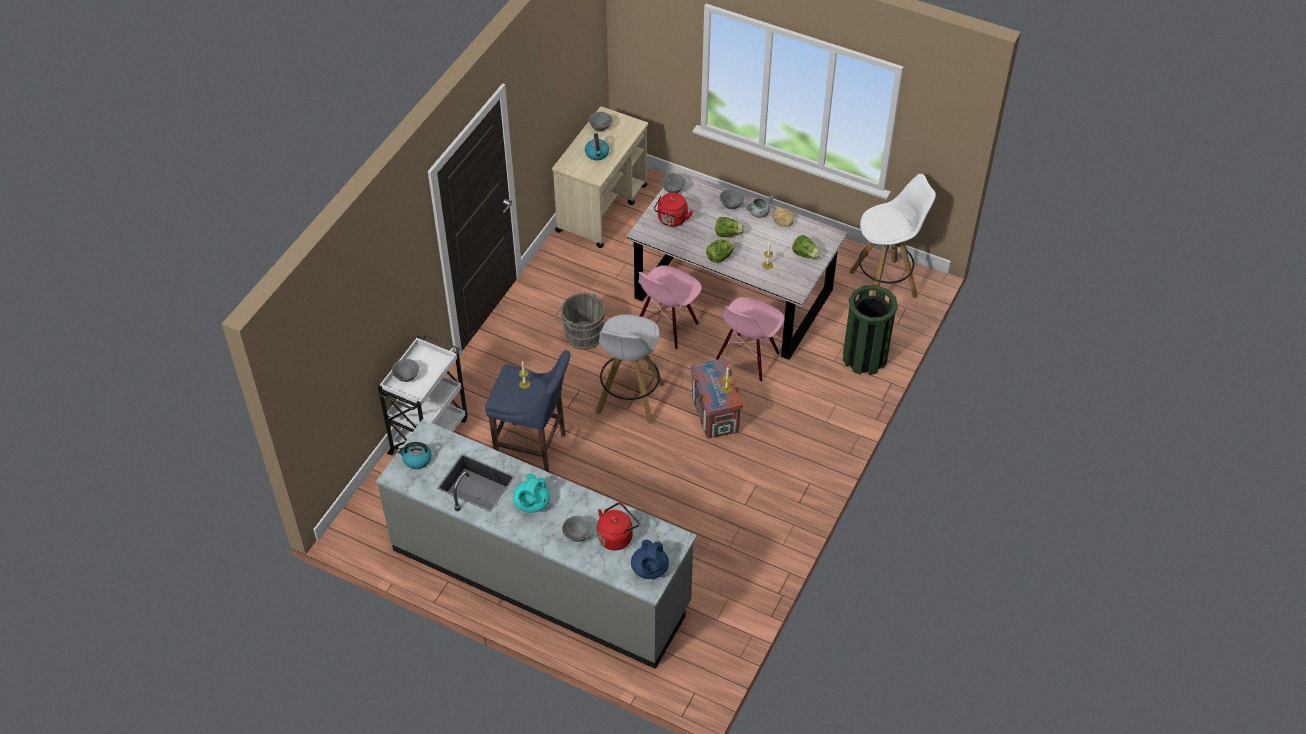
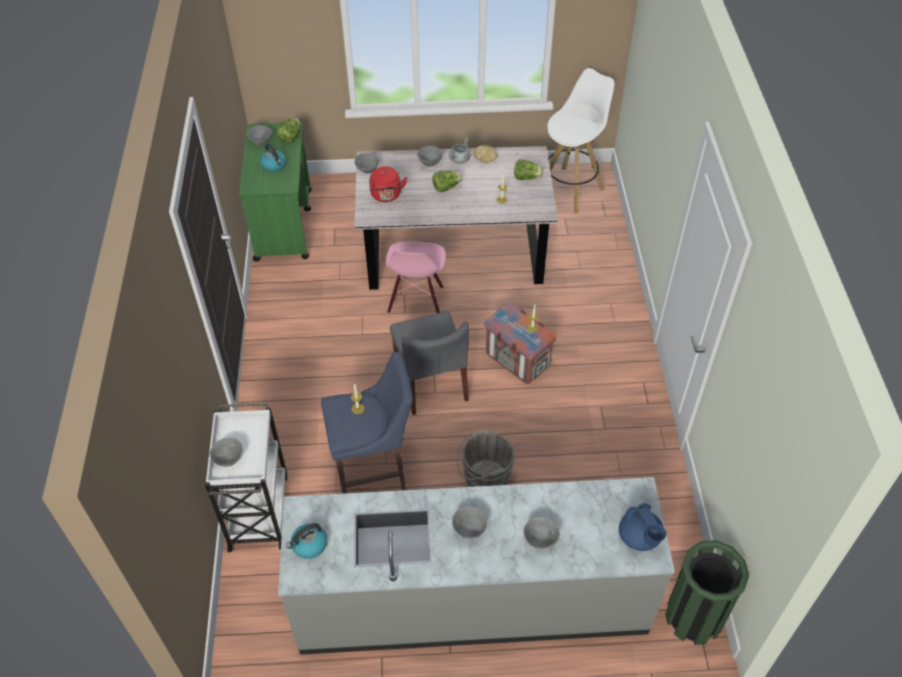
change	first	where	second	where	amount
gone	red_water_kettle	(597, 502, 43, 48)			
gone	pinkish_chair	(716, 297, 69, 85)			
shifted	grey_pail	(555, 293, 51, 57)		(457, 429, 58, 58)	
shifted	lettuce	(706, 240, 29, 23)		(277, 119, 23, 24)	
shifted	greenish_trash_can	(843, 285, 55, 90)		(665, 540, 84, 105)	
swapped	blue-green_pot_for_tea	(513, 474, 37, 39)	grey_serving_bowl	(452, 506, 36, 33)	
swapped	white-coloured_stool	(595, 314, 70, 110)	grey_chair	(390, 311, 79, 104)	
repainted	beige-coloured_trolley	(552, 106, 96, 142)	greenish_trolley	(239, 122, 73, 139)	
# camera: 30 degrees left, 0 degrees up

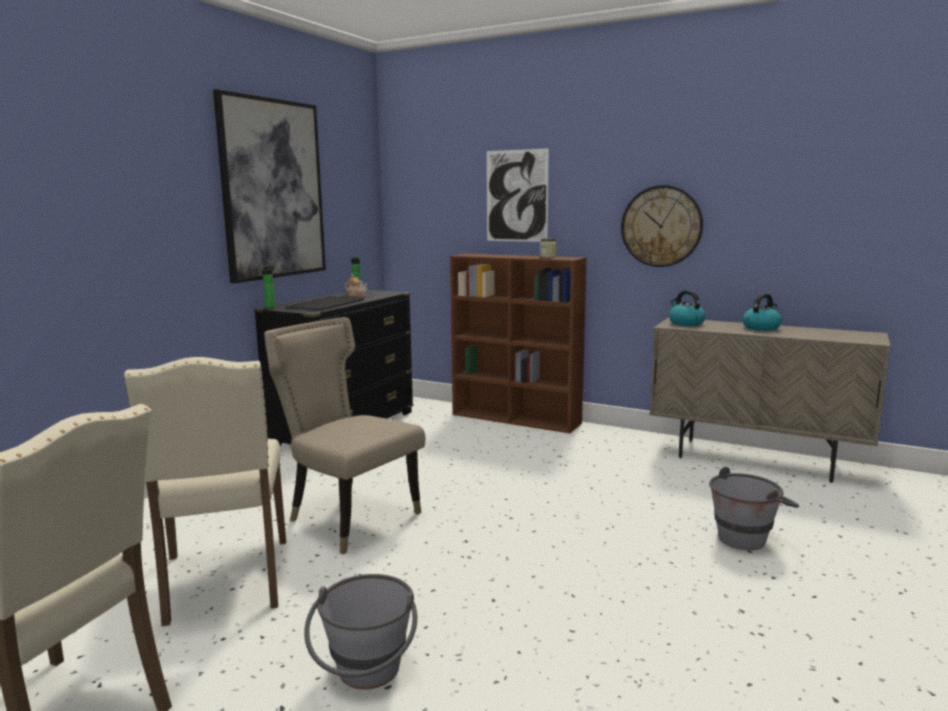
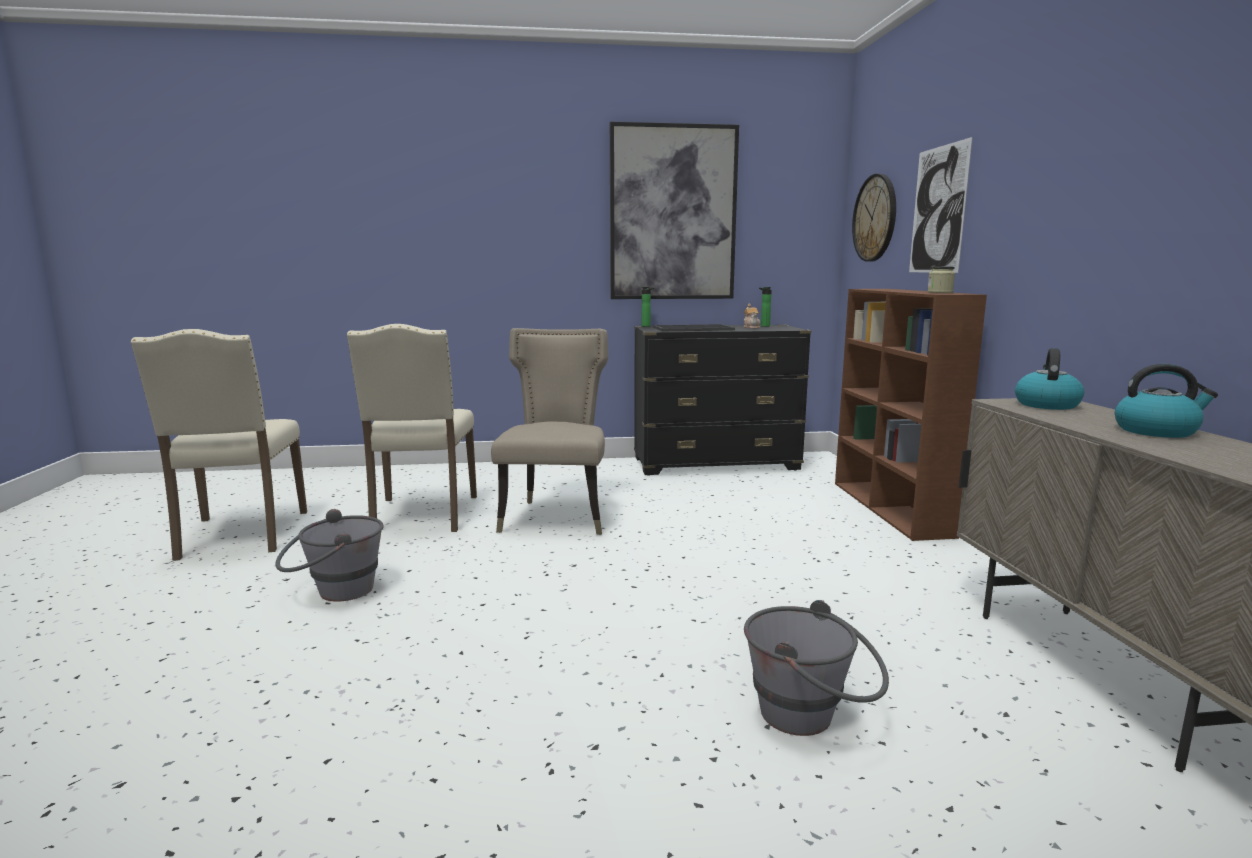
change	first	where	second	where	amount
shifted	clock_on_the_wall	(621, 185, 82, 82)		(852, 174, 44, 88)	
rotated	beige-coloured_chair	(124, 357, 162, 269)		(347, 324, 130, 208)	45 degrees counterclockwise
# camera: 55 degrees right, 0 degrees up

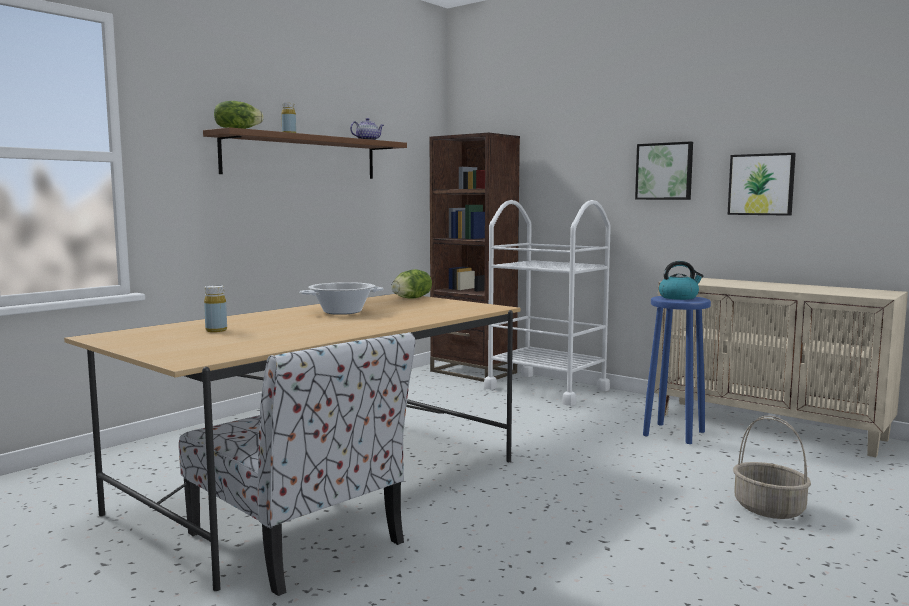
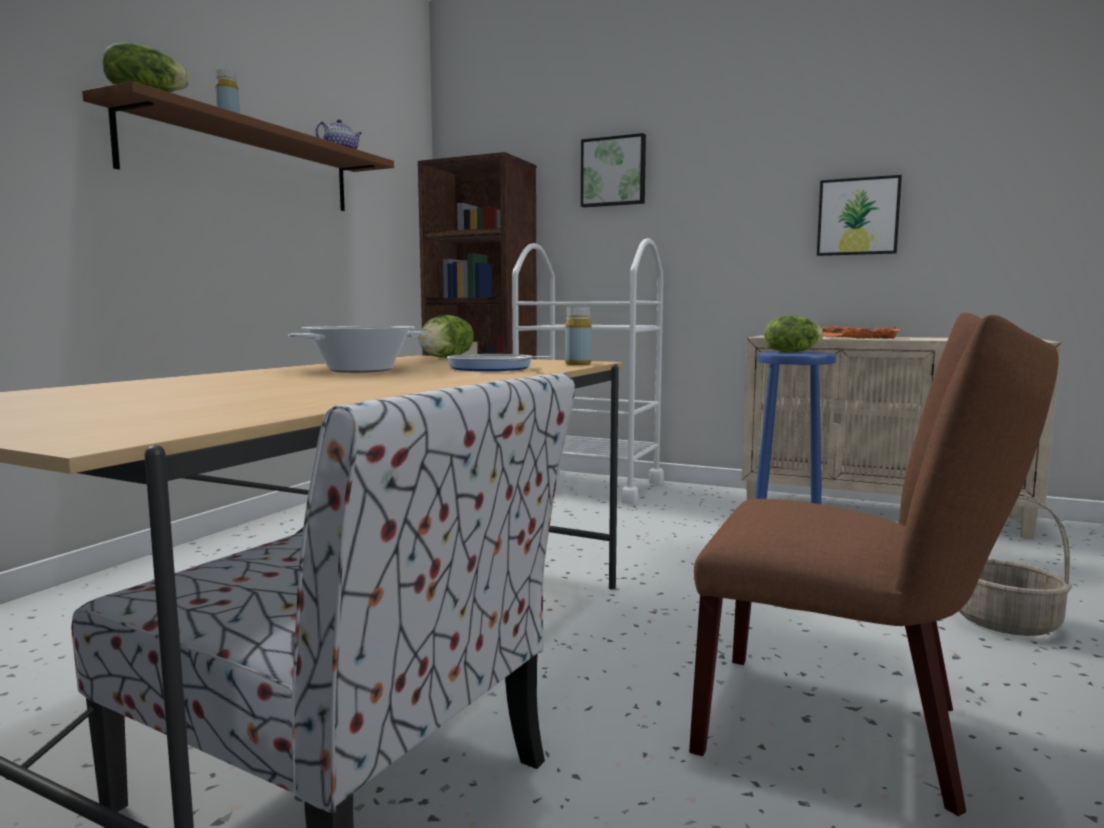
change	first	where	second	where	amount
new			frying_pan	(447, 354, 106, 17)	
new			brown_chair	(689, 313, 370, 503)	
new			orange-coloured_serving_tray	(821, 326, 80, 13)	
shifted	yellow-coloured_beverage_bottle	(204, 285, 23, 47)		(565, 307, 27, 58)	
shifted	picture	(635, 141, 58, 59)		(581, 133, 65, 74)	
swapped	water_kettle	(659, 261, 45, 39)	lettuce	(764, 315, 59, 38)	
# camera: 15 degrees left, 0 degrees up

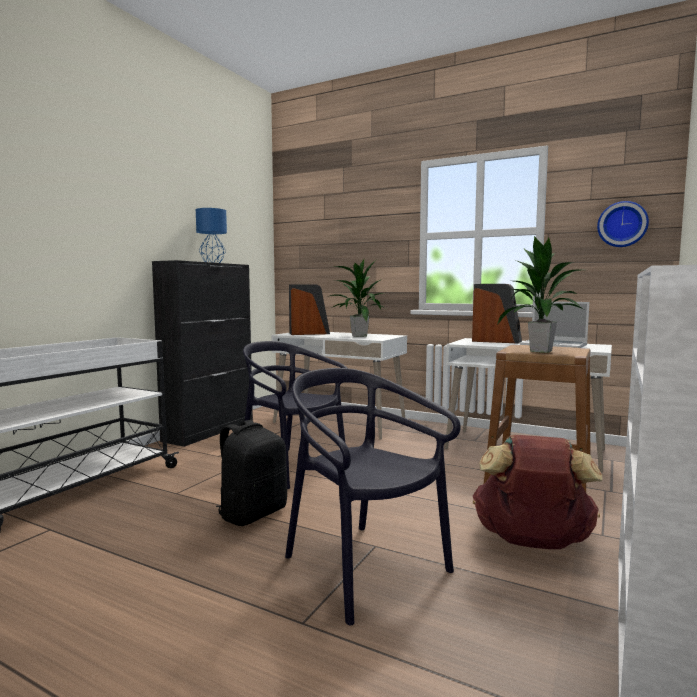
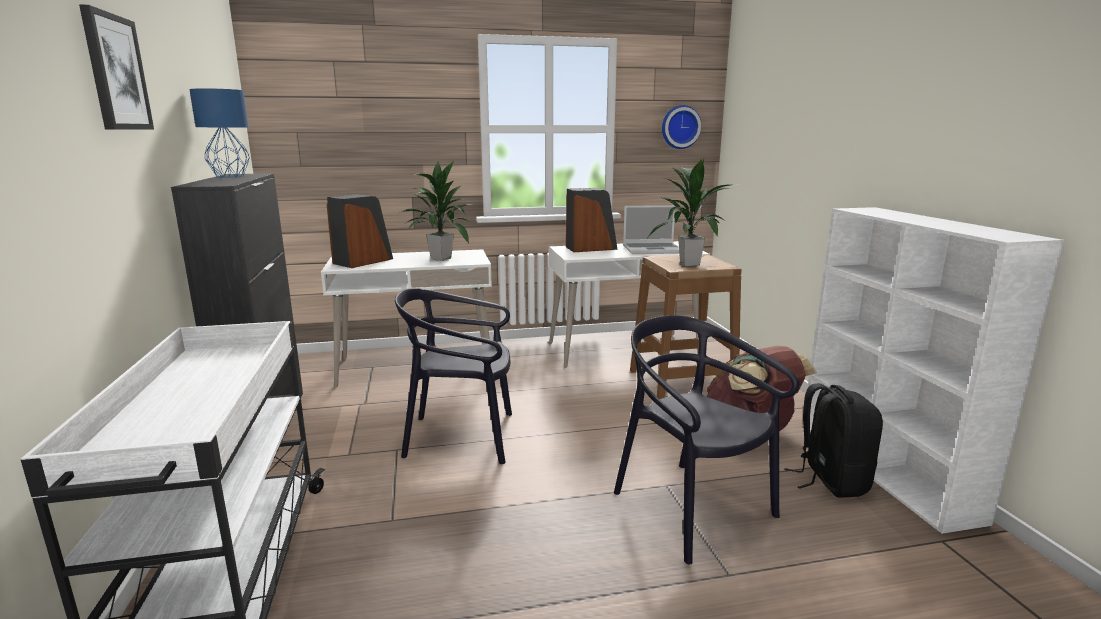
change	first	where	second	where	amount
new			picture	(79, 4, 75, 126)	
shifted	blackish_knapsack	(216, 420, 71, 106)		(784, 383, 99, 115)	
rotated	blackish_chair	(285, 368, 176, 257)		(614, 315, 185, 249)	45 degrees clockwise
# camera: 40 degrees left, 10 degrees up

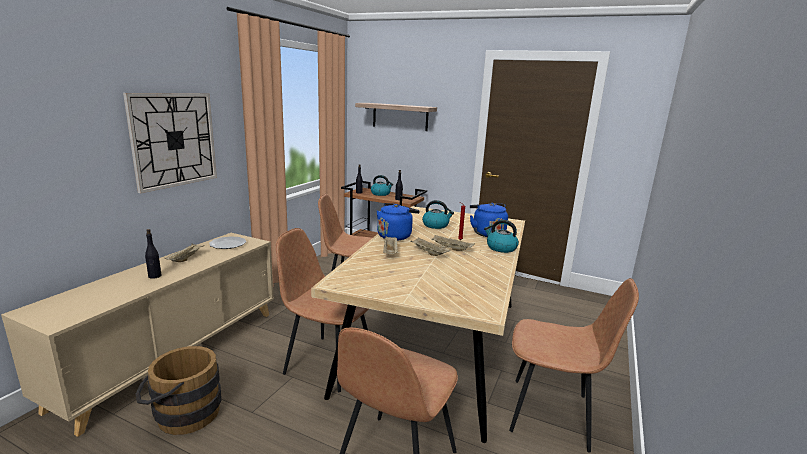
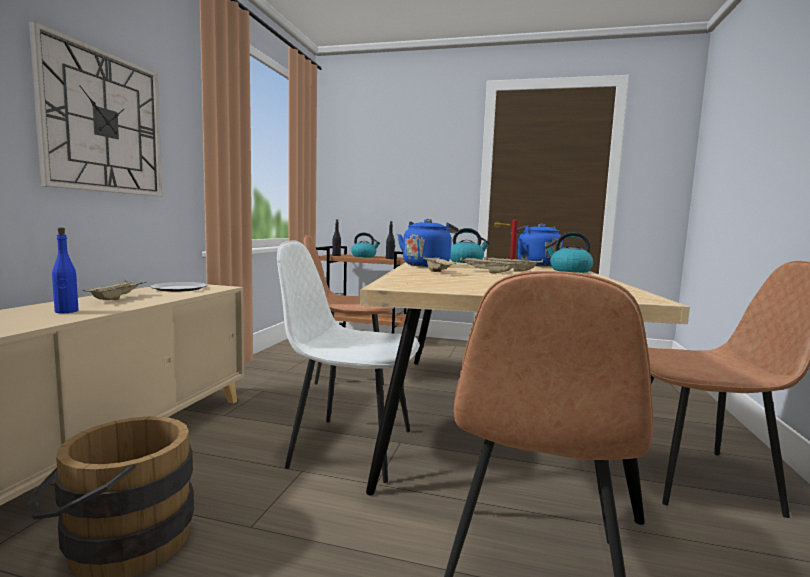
change	first	where	second	where	amount
gone	shelf	(355, 103, 82, 28)			
repainted	blackish_beverage_bottle	(145, 229, 16, 50)	blue_beverage_bottle	(52, 227, 27, 86)	
repainted	brown_chair	(276, 228, 92, 164)	white-coloured_chair	(277, 240, 143, 243)	
# camera: 10 degrees left, 10 degrees down

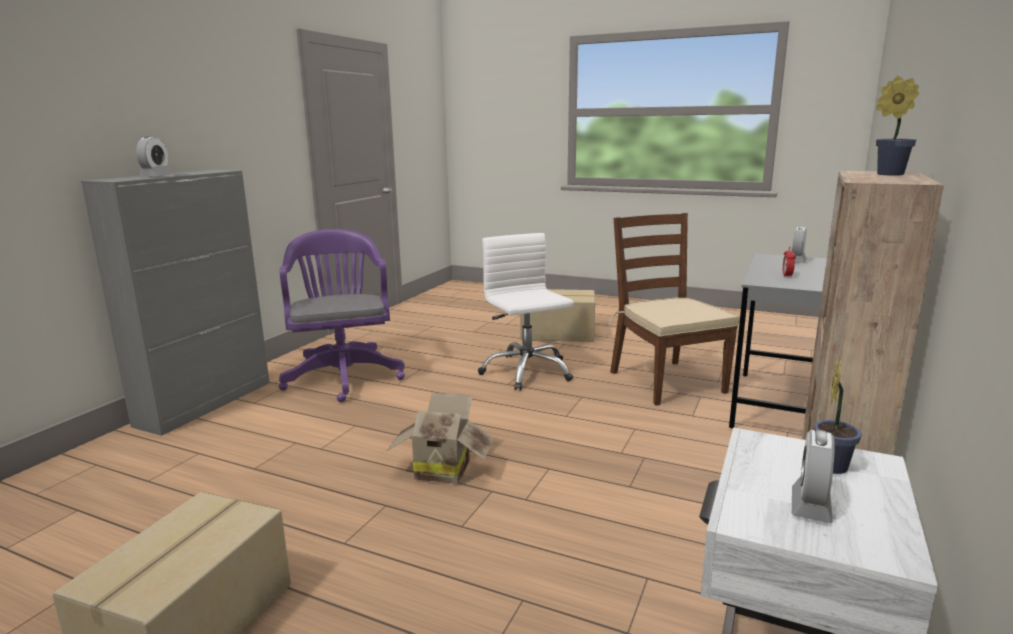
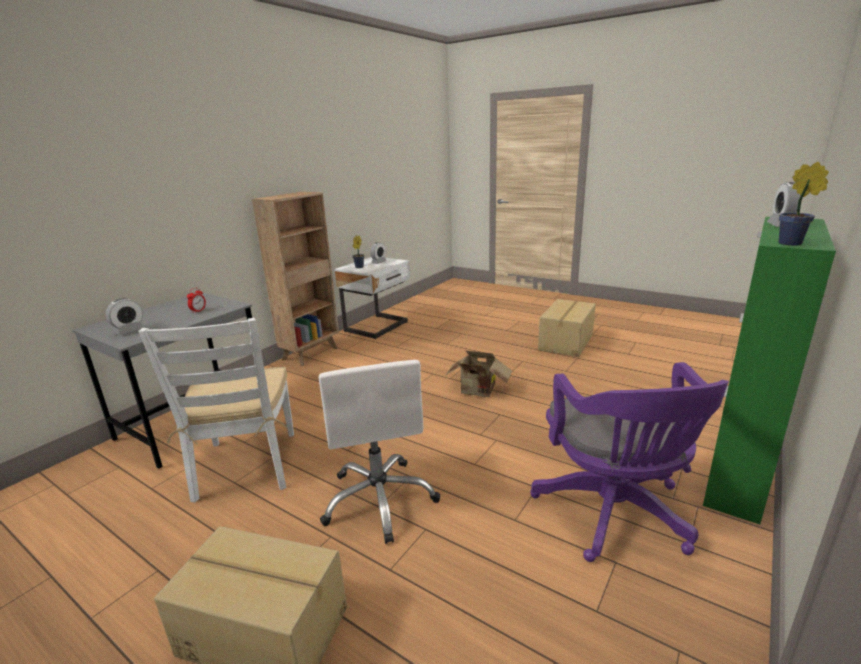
change	first	where	second	where	amount
shifted	houseplant	(876, 76, 43, 100)		(778, 162, 51, 84)	
repainted	grey_cabinet	(81, 170, 189, 266)	greenish_cabinet	(703, 217, 133, 307)	
repainted	brown_chair	(609, 213, 131, 193)	white-coloured_chair	(138, 318, 156, 184)	
# camera: 170 degrees left, 5 degrees up

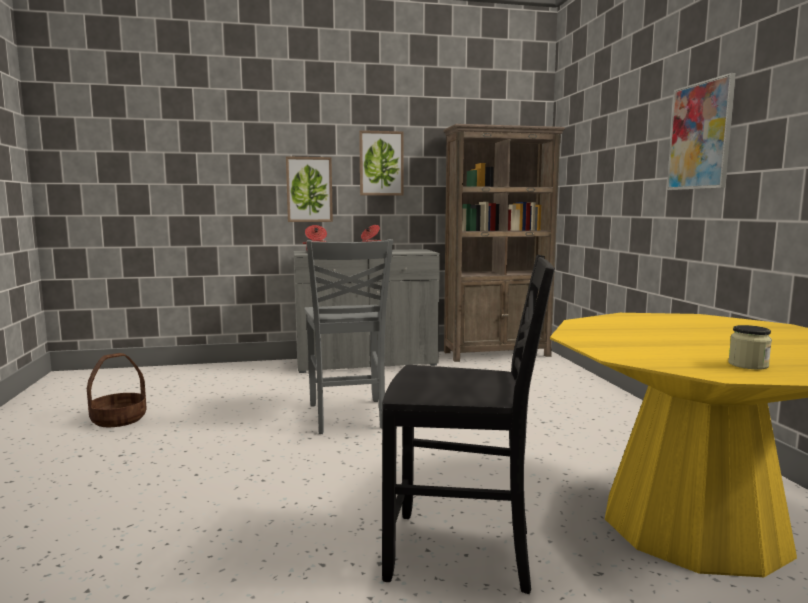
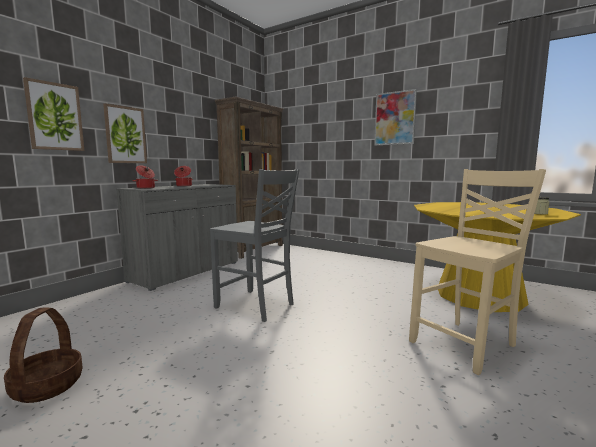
change	first	where	second	where	amount
shifted	picture	(359, 130, 45, 66)		(23, 77, 61, 74)	
repainted	blackish_chair	(382, 255, 173, 339)	beige-coloured_chair	(409, 169, 137, 206)	
# camera: 45 degrees left, 0 degrees up

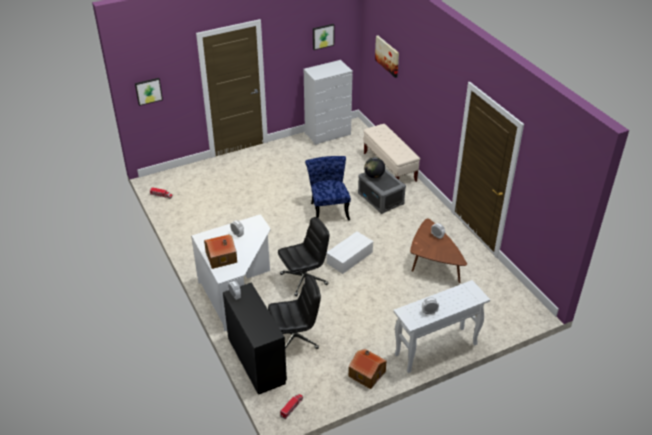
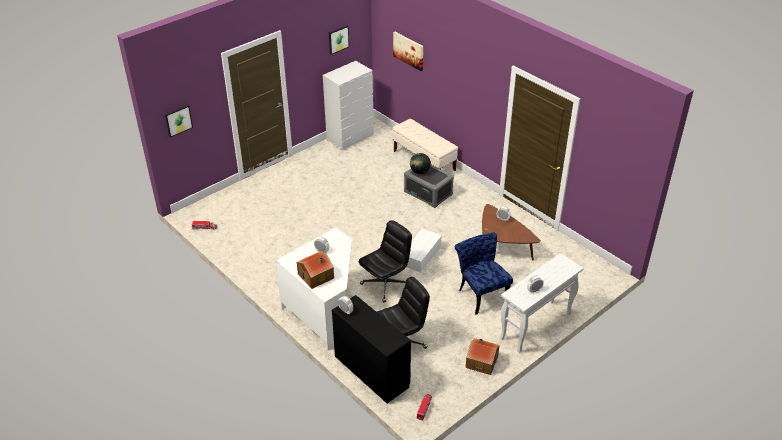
change	first	where	second	where	amount
shifted	blue_chair	(305, 156, 46, 64)		(455, 232, 58, 83)	
# camera: 15 degrees left, 0 degrees up

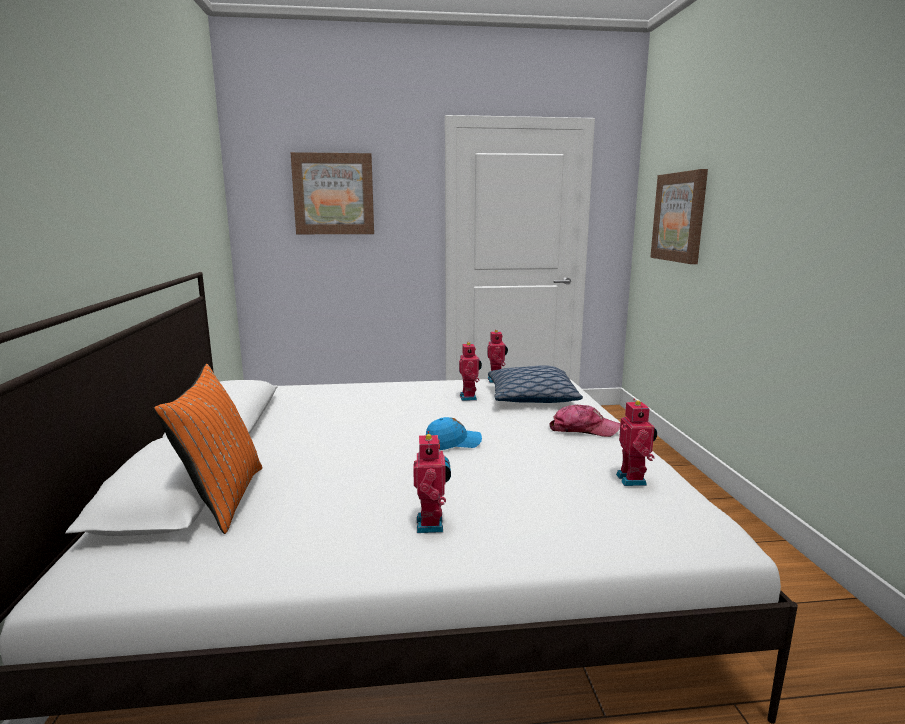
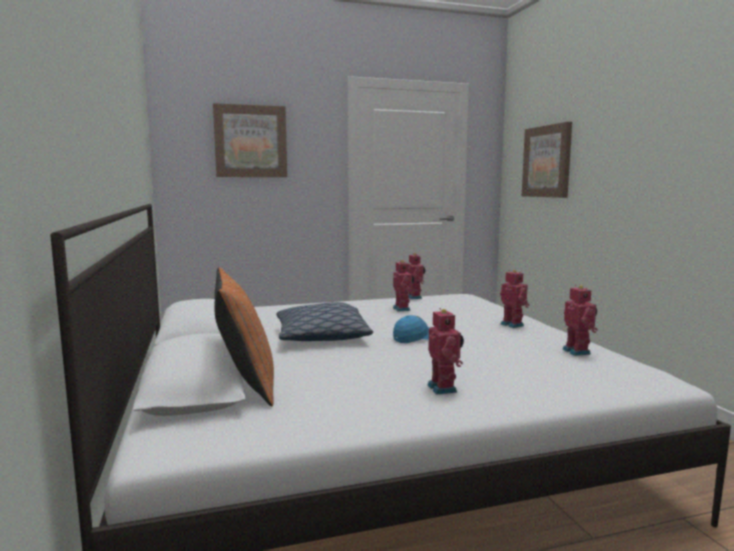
change	first	where	second	where	amount
shifted	throw_pillow	(488, 365, 95, 38)		(276, 302, 97, 39)	
swapped	baseball_cap	(550, 404, 70, 33)	toy_robot	(500, 270, 29, 58)	
# camera: 10 degrees left, 5 degrees down

